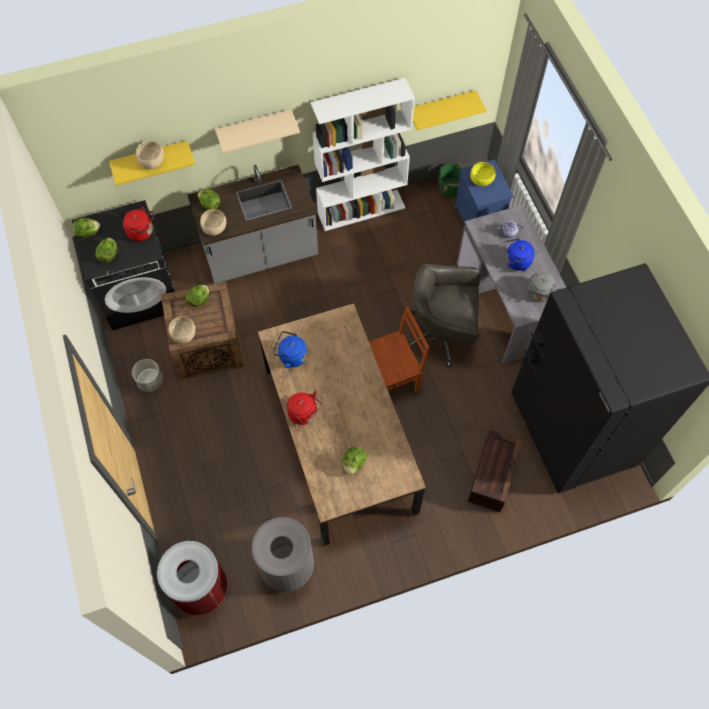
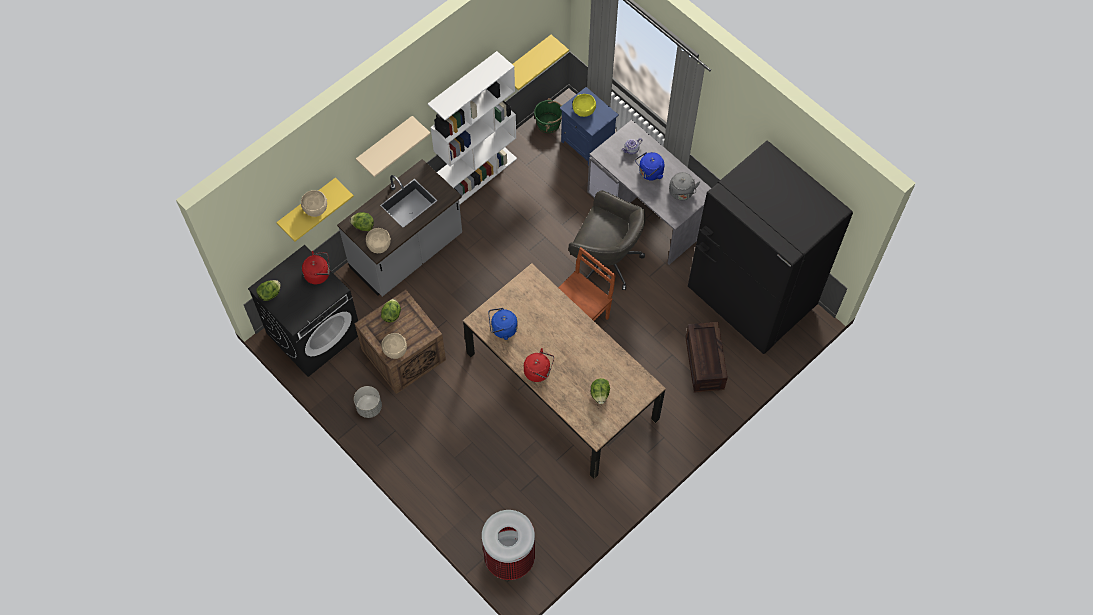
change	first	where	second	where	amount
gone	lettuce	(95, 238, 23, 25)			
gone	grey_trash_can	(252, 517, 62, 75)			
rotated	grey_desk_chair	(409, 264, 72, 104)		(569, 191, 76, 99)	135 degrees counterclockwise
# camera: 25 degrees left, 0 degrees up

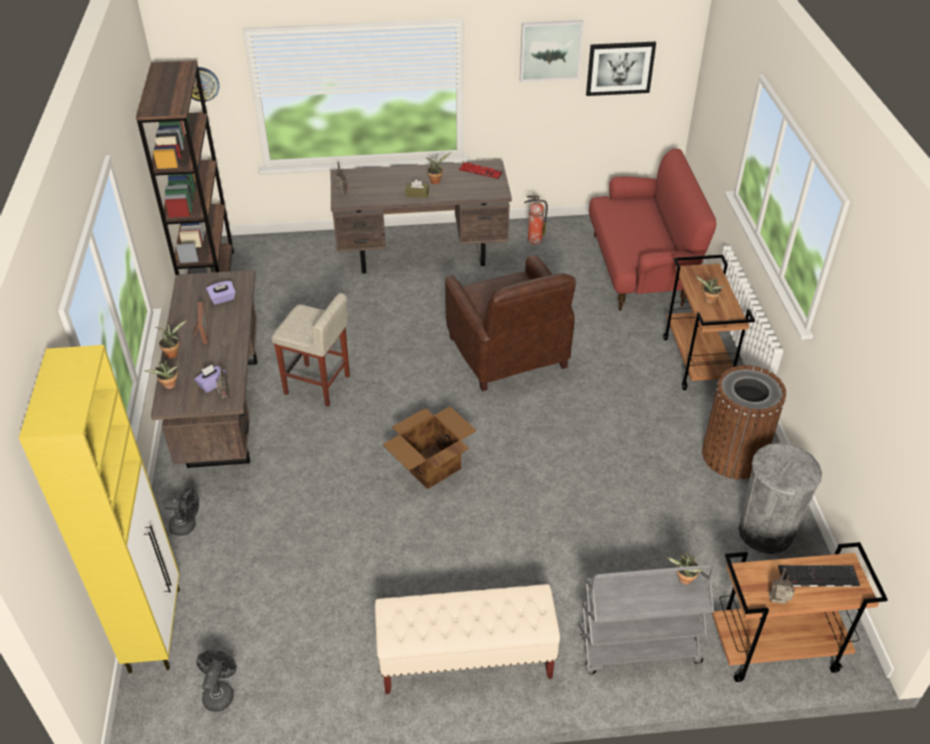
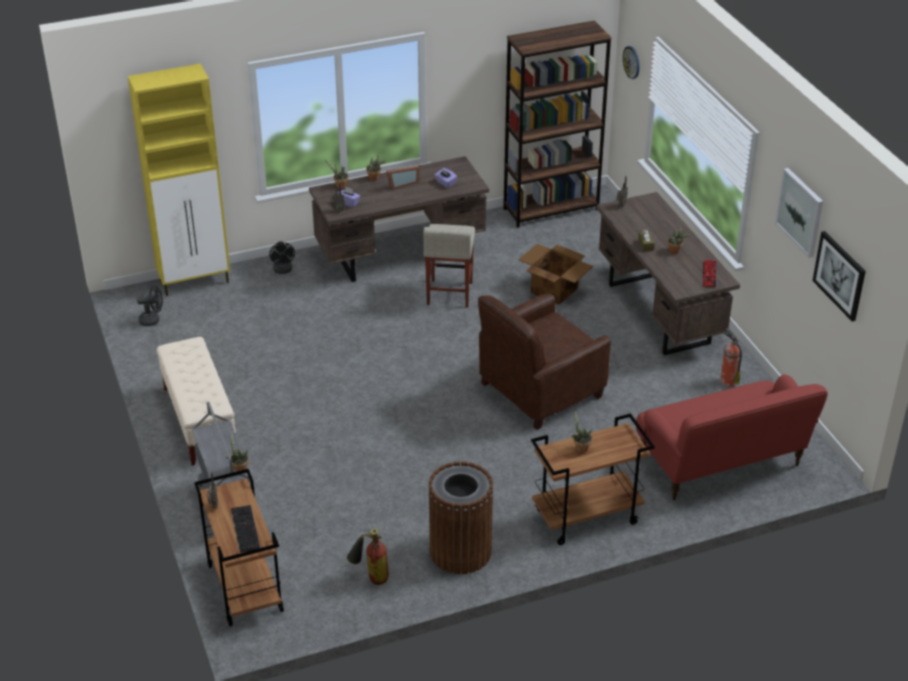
change	first	where	second	where	amount
shifted	carton	(383, 406, 94, 83)		(518, 244, 75, 61)	
swapped	grey_trash_can	(738, 443, 84, 111)	extinguisher	(347, 528, 42, 57)	
# camera: 75 degrees right, 5 degrees down

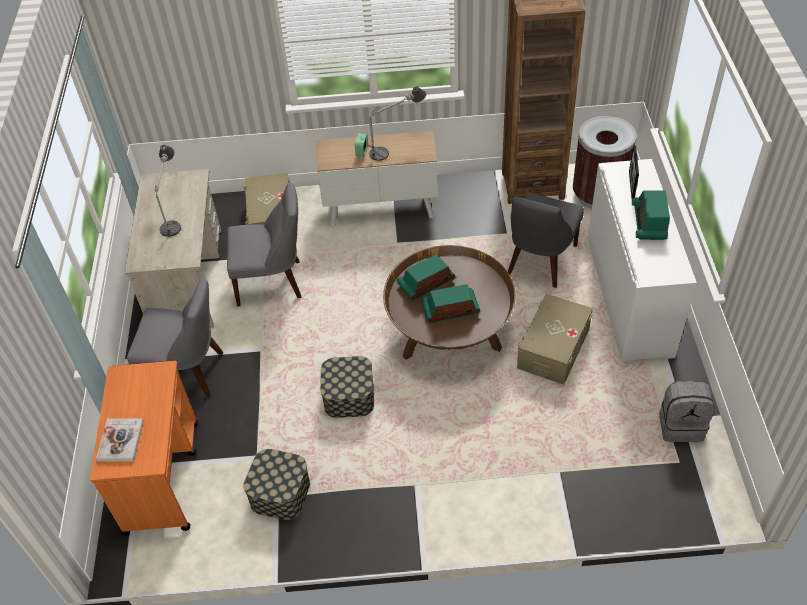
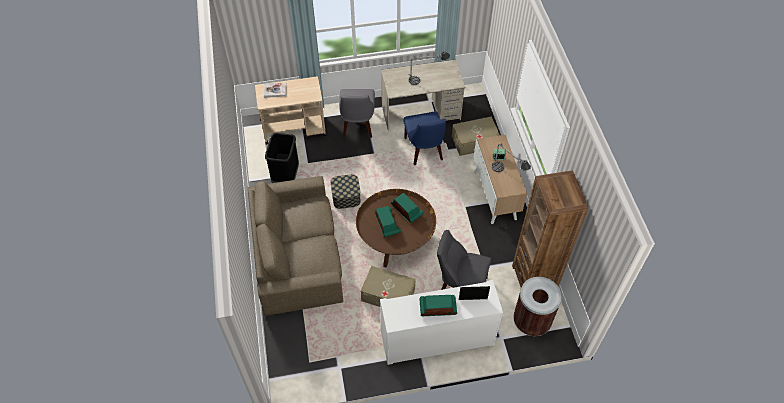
change	first	where	second	where	amount
gone	grey_knapsack	(659, 381, 55, 61)			
new			brown_sofa	(248, 176, 95, 140)	
swapped	storage_container	(243, 449, 67, 71)	blackish_trash_can	(265, 133, 34, 50)	
repainted	orange-coloured_trolley	(90, 361, 108, 175)	beige-coloured_trolley	(255, 76, 71, 69)	
repainted	grey_chair	(227, 183, 74, 124)	blue_chair	(403, 111, 43, 54)	
# camera: 80 degrees right, 5 degrees up

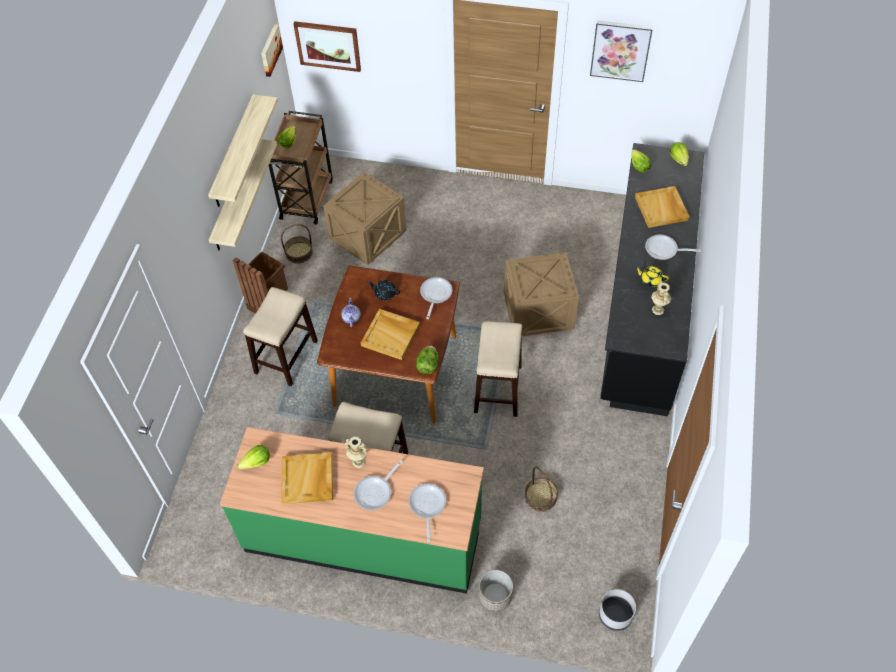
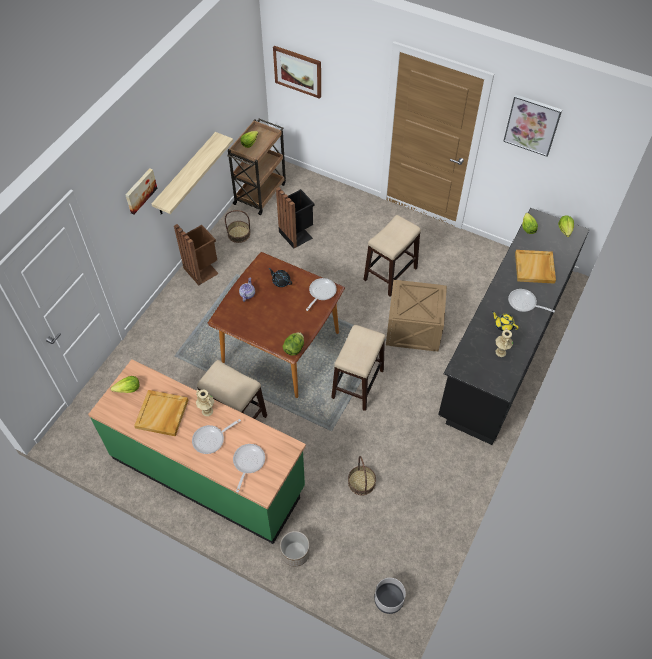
change	first	where	second	where	amount
gone	shelf	(208, 94, 70, 113)			
gone	beige-coloured_serving_tray	(361, 309, 59, 51)			
shifted	stool	(243, 287, 75, 99)		(364, 215, 57, 81)	
shifted	picture	(261, 24, 22, 53)		(125, 168, 33, 47)	
swapped	packing_crate	(323, 172, 84, 93)	blackish_trash_can	(276, 187, 39, 62)	
# camera: 15 degrees right, 0 degrees up

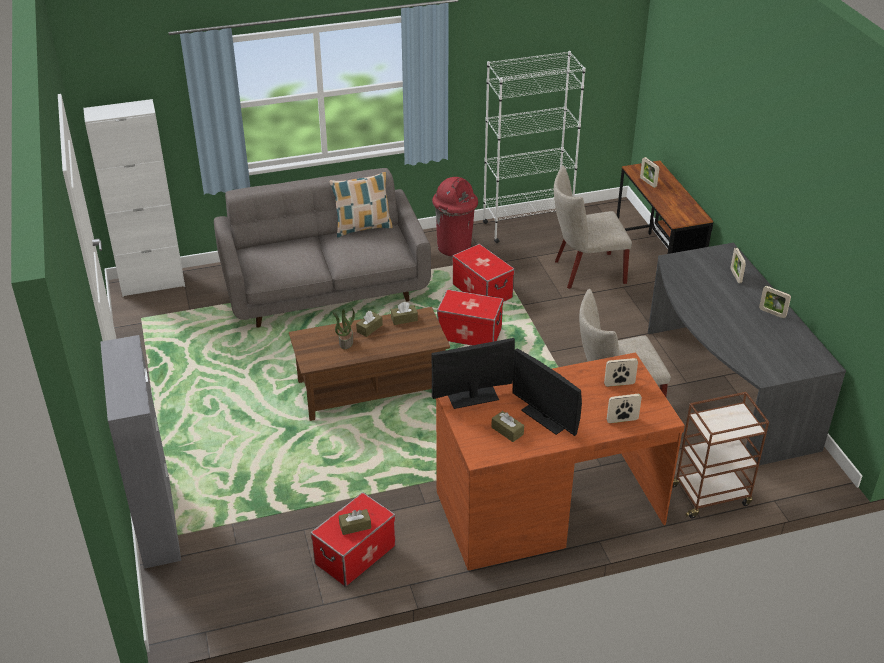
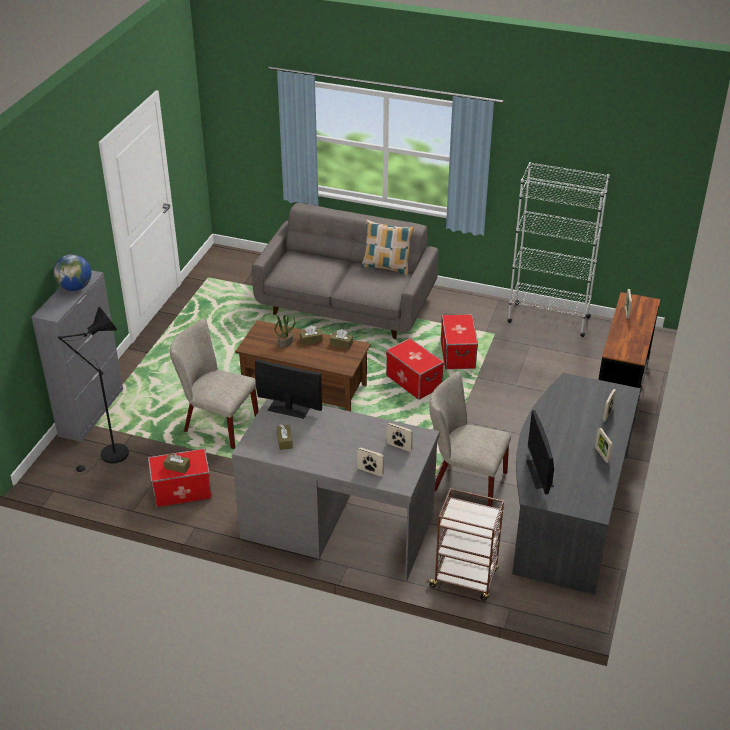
change	first	where	second	where	amount
gone	white-coloured_cabinet	(83, 99, 102, 198)			
gone	red_trash_can	(432, 177, 46, 79)			
new			world_globe	(54, 254, 37, 37)	
new			blackish_standing_lamp	(58, 307, 71, 168)	
shifted	monitor	(512, 348, 70, 88)		(526, 410, 28, 84)	
shifted	beige-coloured_chair	(554, 166, 78, 123)		(170, 318, 89, 131)	
repainted	brown_desk_unit	(436, 352, 249, 218)	grey_desk_unit	(232, 399, 208, 182)	
# camera: 35 degrees right, 0 degrees up

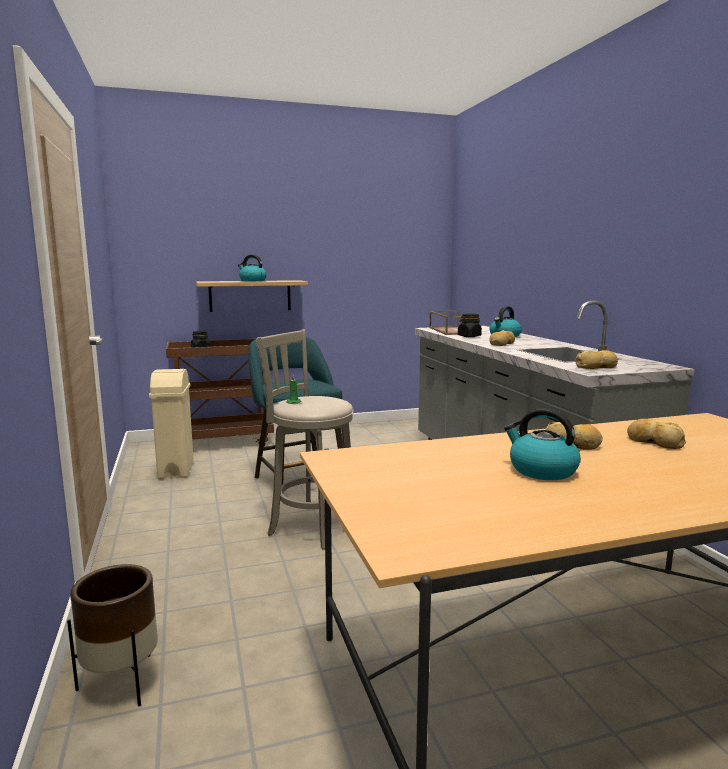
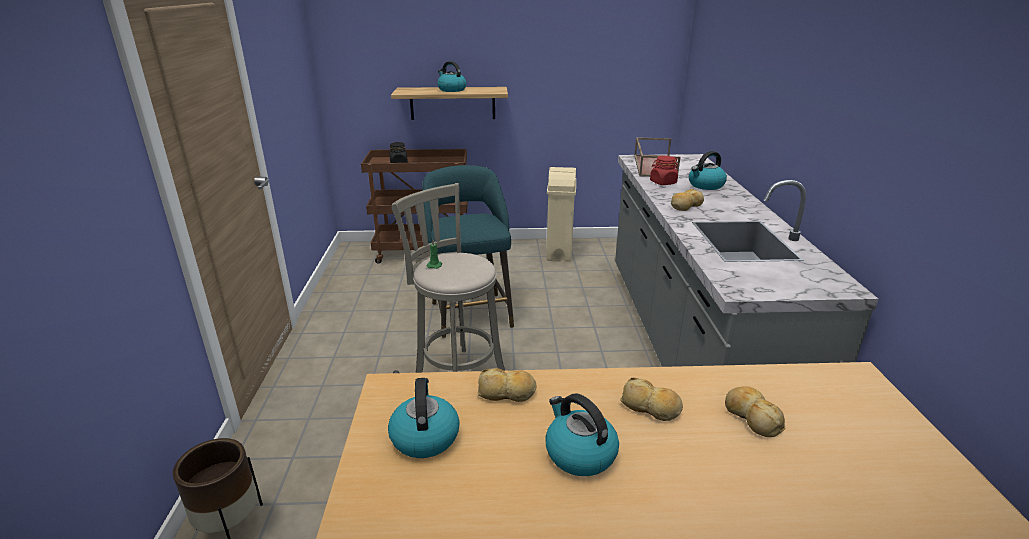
change	first	where	second	where	amount
new			water_kettle	(388, 378, 72, 80)	
shifted	beige-coloured_trash_can	(149, 369, 45, 110)		(546, 167, 30, 95)	
shifted	baked_bread	(576, 350, 42, 19)		(478, 368, 58, 34)	
repainted	blackish_preserve_jar	(458, 313, 24, 24)	red_preserve_jar	(650, 156, 28, 29)	
# camera: 15 degrees right, 15 degrees up

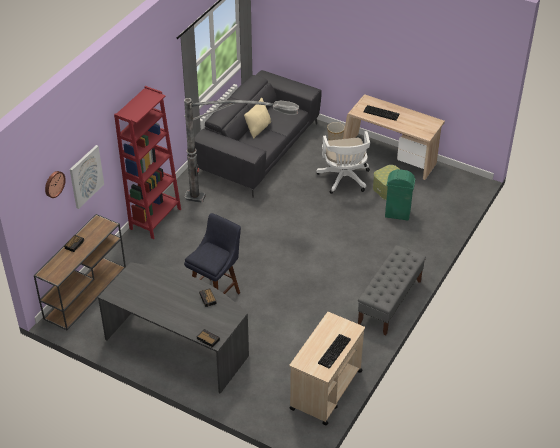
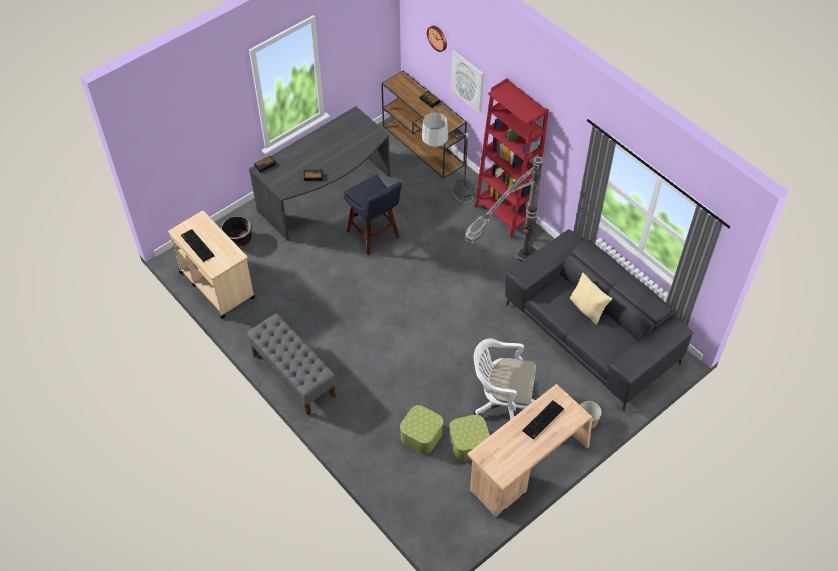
change	first	where	second	where	amount
new			blackish_flower_pot	(221, 216, 31, 32)	
new			standing_lamp	(422, 112, 55, 90)	
swapped	greenish_trash_can	(385, 169, 30, 51)	storage_container	(400, 405, 43, 49)	
# camera: 110 degrees right, 10 degrees up

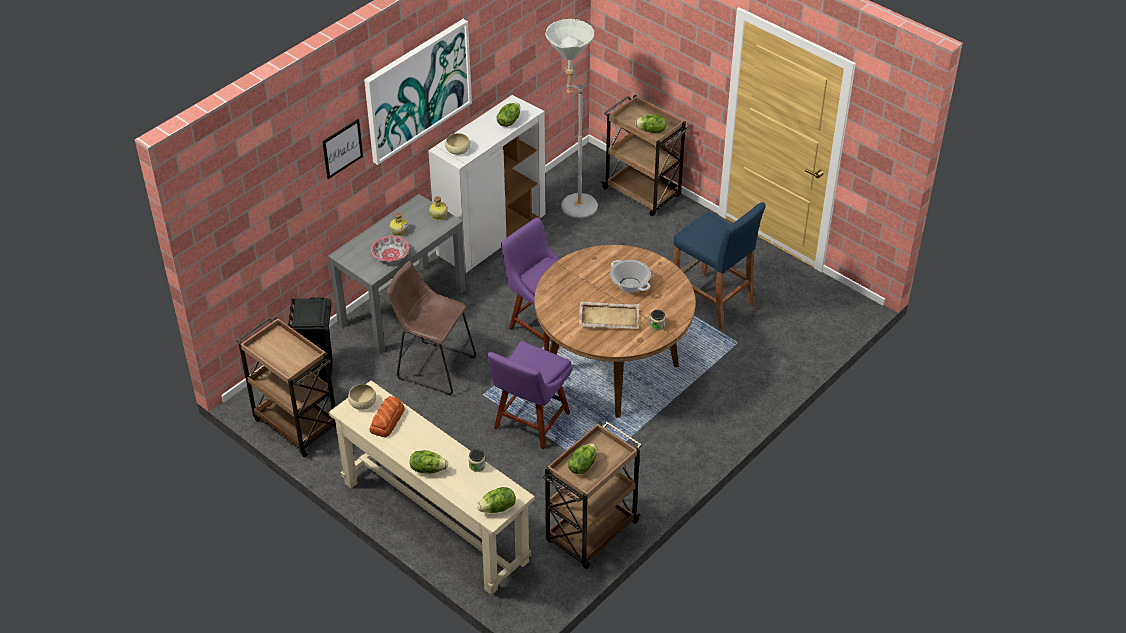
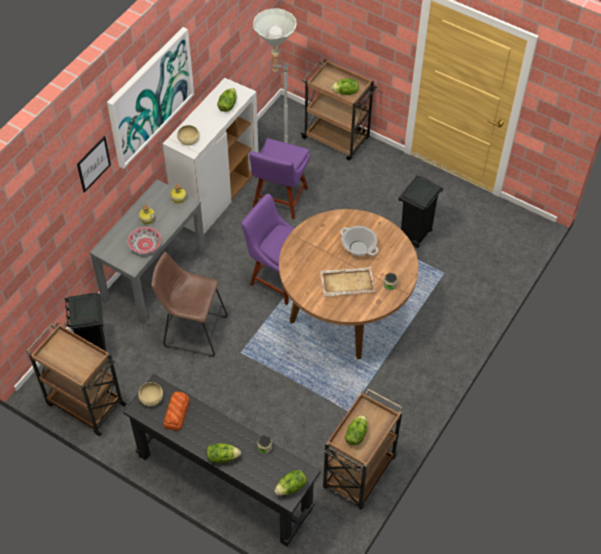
change	first	where	second	where	amount
shifted	purplish_chair	(487, 341, 85, 109)		(249, 138, 61, 81)	
swapped	blue_stool	(673, 202, 93, 128)	blackish_trash_can	(398, 176, 45, 72)	
repainted	beige-coloured_narrow_table	(329, 381, 206, 214)	blackish_narrow_table	(123, 374, 198, 172)	
# camera: 10 degrees left, 10 degrees up

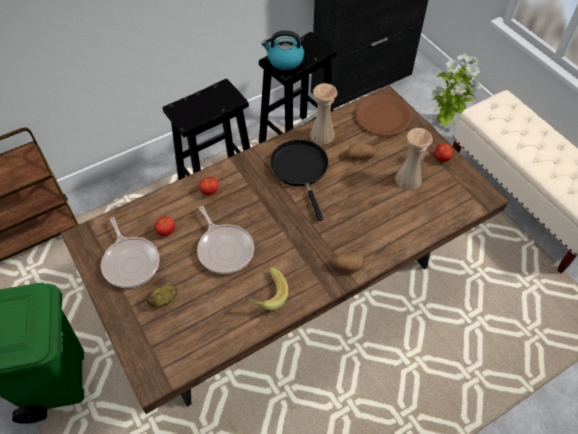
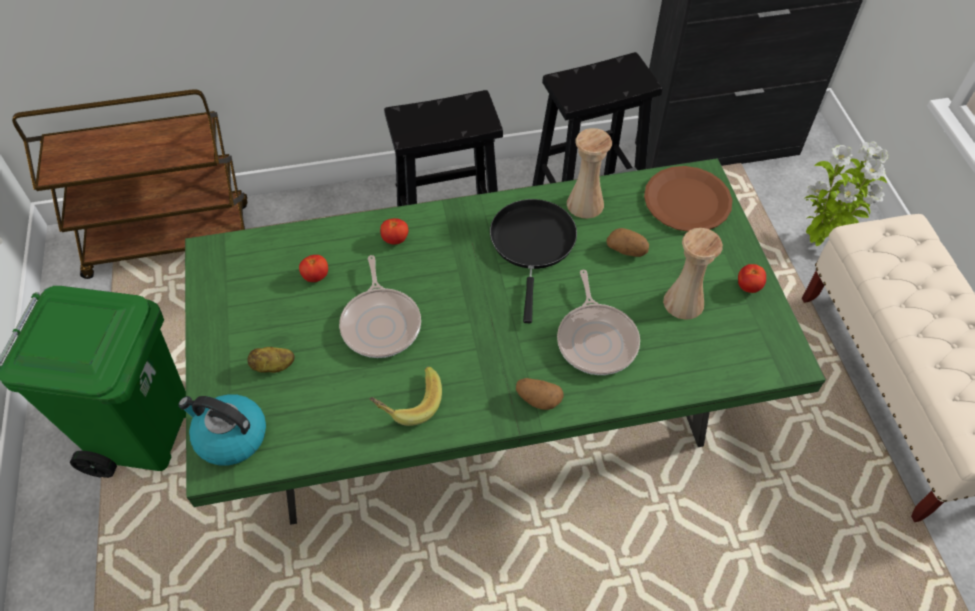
change	first	where	second	where	amount
shifted	frying_pan	(101, 217, 59, 71)		(557, 270, 83, 105)	
shifted	water_kettle	(261, 30, 43, 40)		(178, 394, 88, 71)	
repainted	brown_dining_table	(61, 85, 448, 329)	greenish_dining_table	(185, 158, 641, 367)	
# camera: 20 degrees right, 0 degrees up

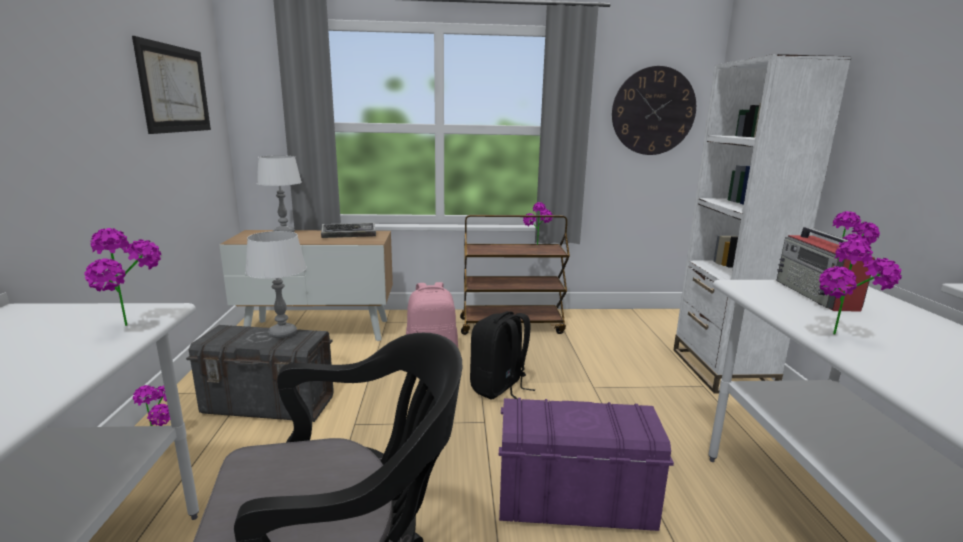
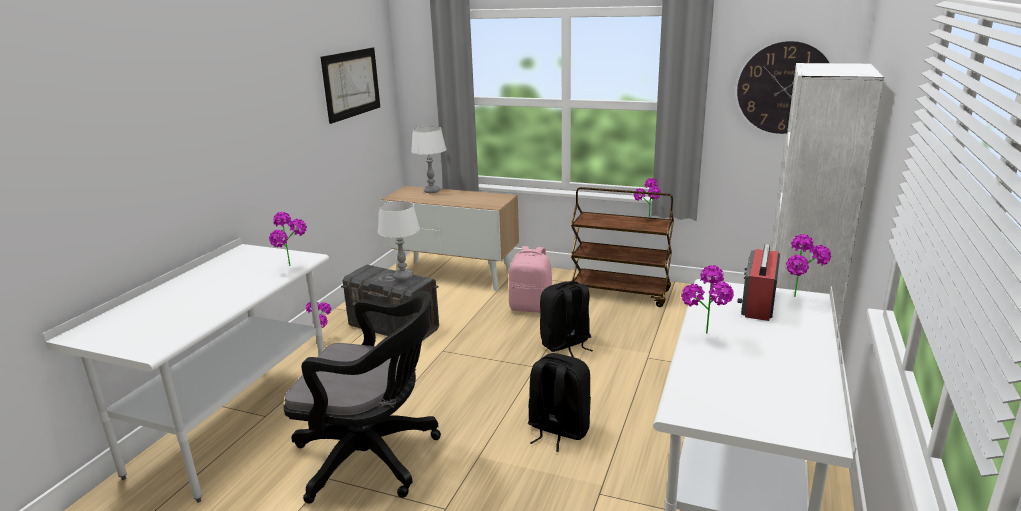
change	first	where	second	where	amount
gone	computer_keyboard	(321, 223, 55, 15)			
swapped	purplish_storage_container	(499, 398, 175, 133)	blackish_knapsack	(528, 353, 63, 99)	
# camera: 25 degrees right, 5 degrees up

